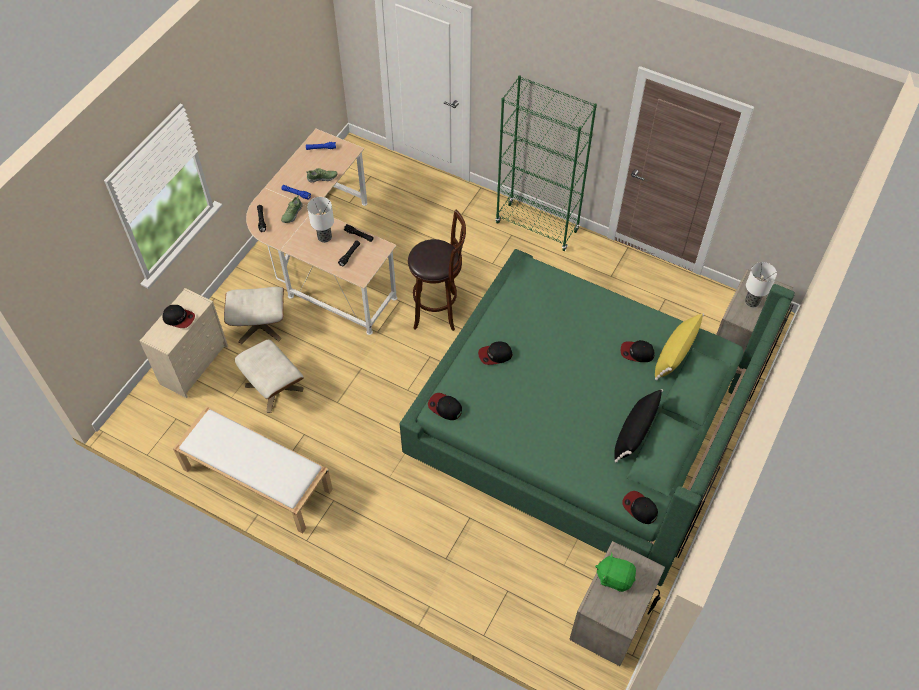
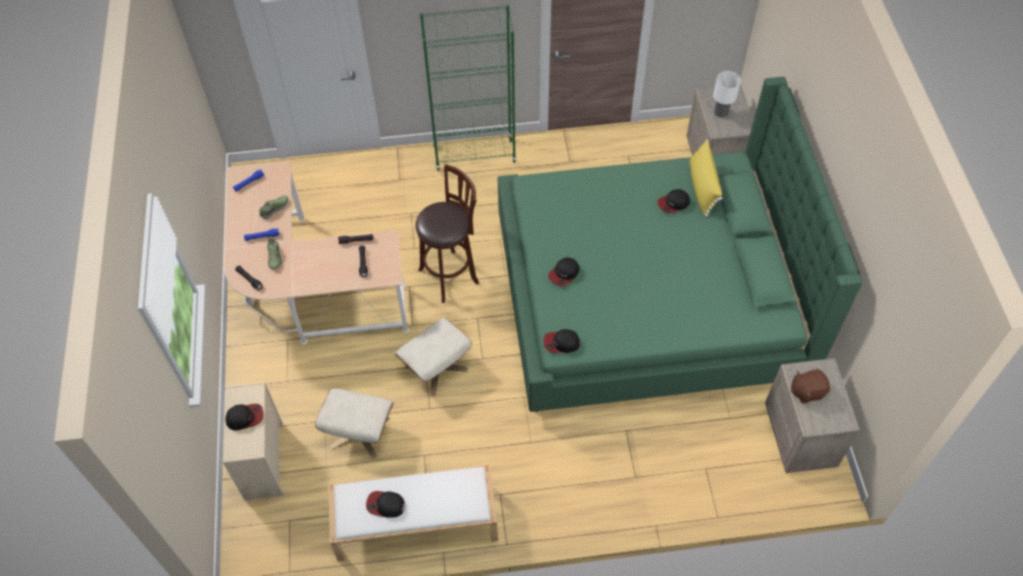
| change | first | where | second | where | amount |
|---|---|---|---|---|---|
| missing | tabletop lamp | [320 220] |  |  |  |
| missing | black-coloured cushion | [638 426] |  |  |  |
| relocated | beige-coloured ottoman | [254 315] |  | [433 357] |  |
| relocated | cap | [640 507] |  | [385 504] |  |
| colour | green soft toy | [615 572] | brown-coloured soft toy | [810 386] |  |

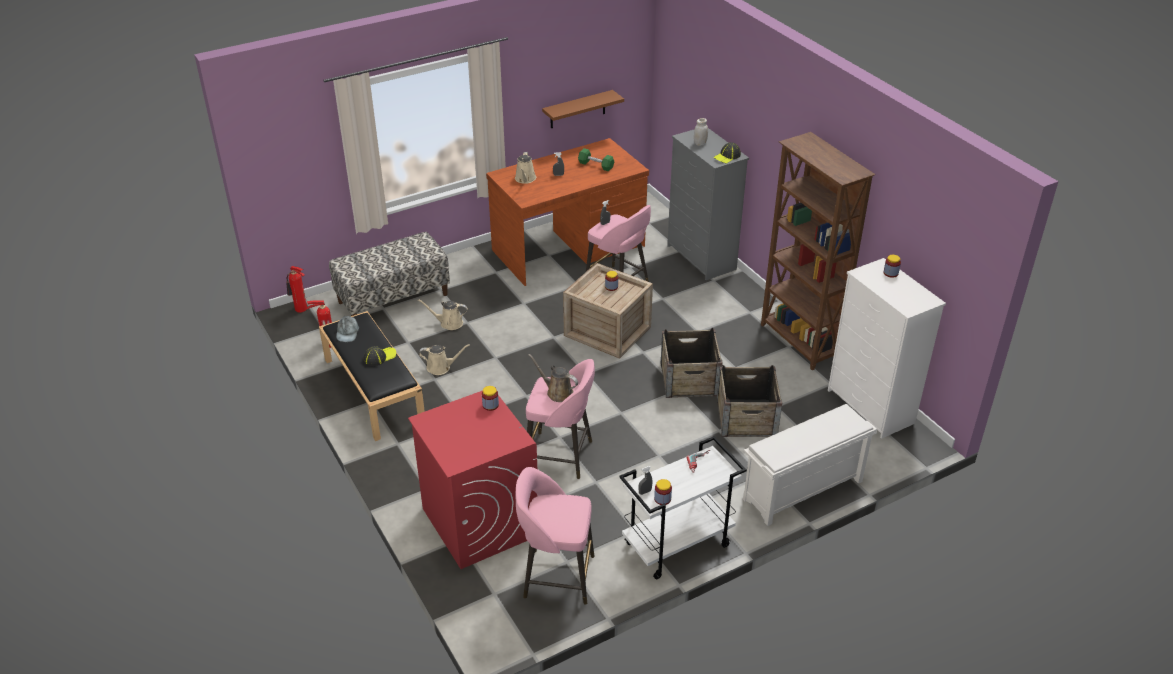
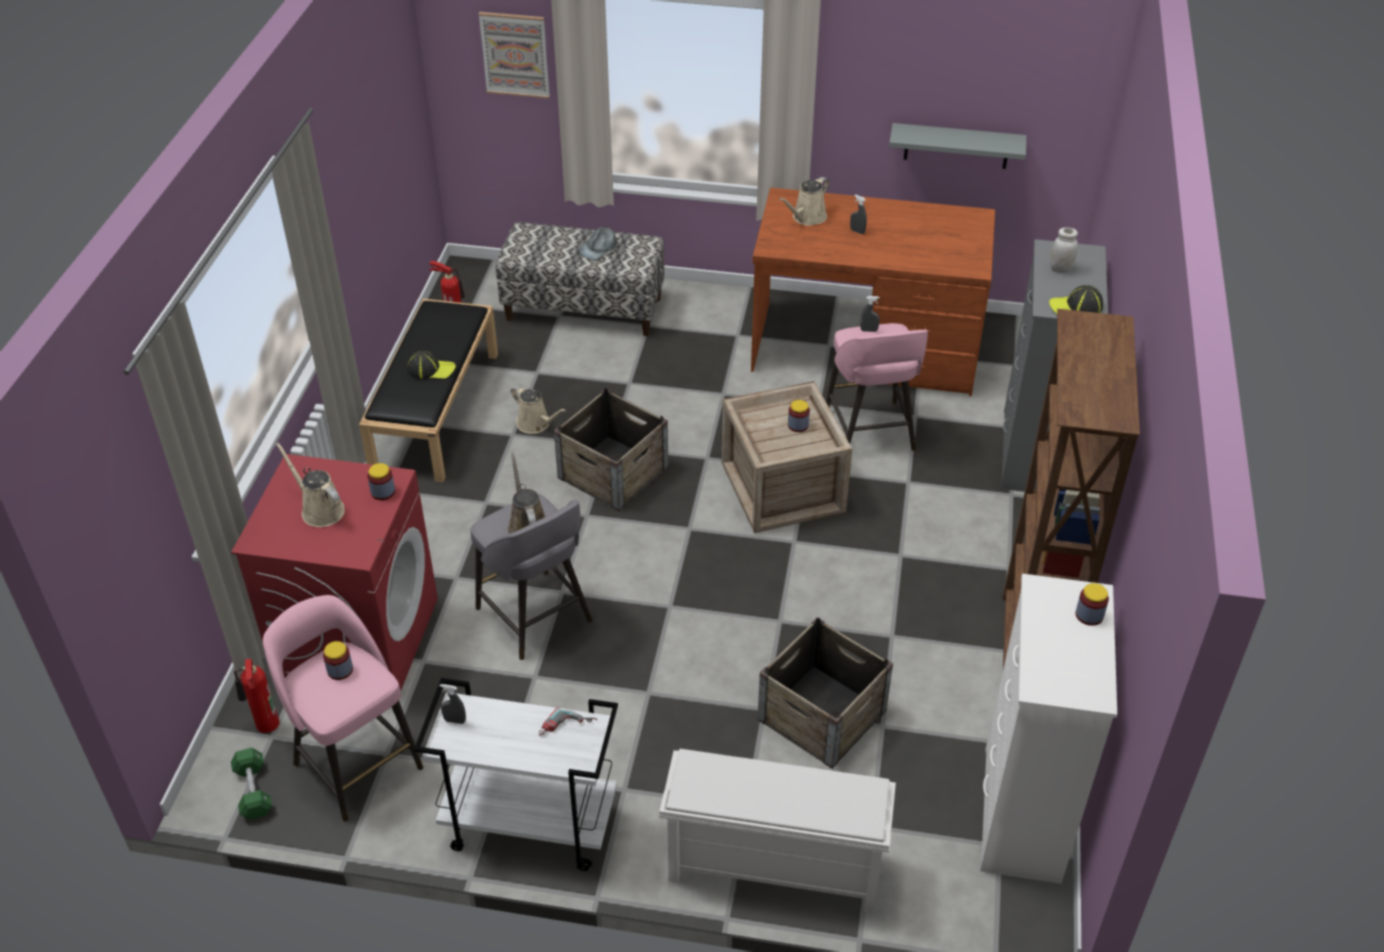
| change | first | where | second | where | amount |
|---|---|---|---|---|---|
| appeared |  |  | picture | [514 55] |  |
| relocated | fire-fighting cylinder | [296 289] |  | [256 696] |  |
| relocated | grey cap | [347 329] |  | [598 243] |  |
| relocated | beige-coloured sprinkling can | [443 314] |  | [310 485] |  |
| relocated | green hand weight | [596 159] |  | [251 784] |  |
| relocated | jar | [663 492] |  | [338 660] |  |
| relocated | packing crate | [692 363] |  | [611 449] |  |
| colour | pink-coloured sitting stool | [560 419] | grey sitting stool | [531 577] |  |
| colour | brown-coloured shelf | [583 109] | grey shelf | [958 146] |  |

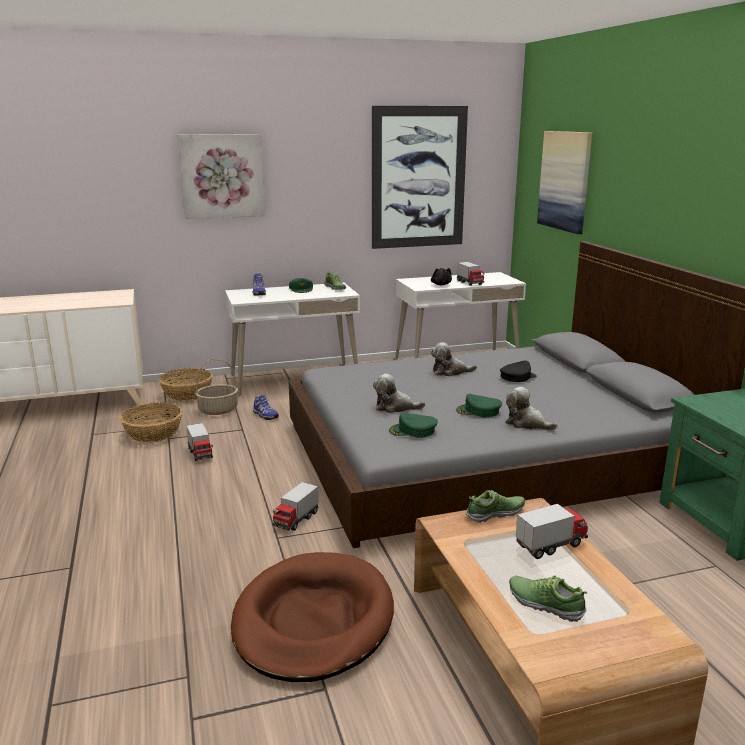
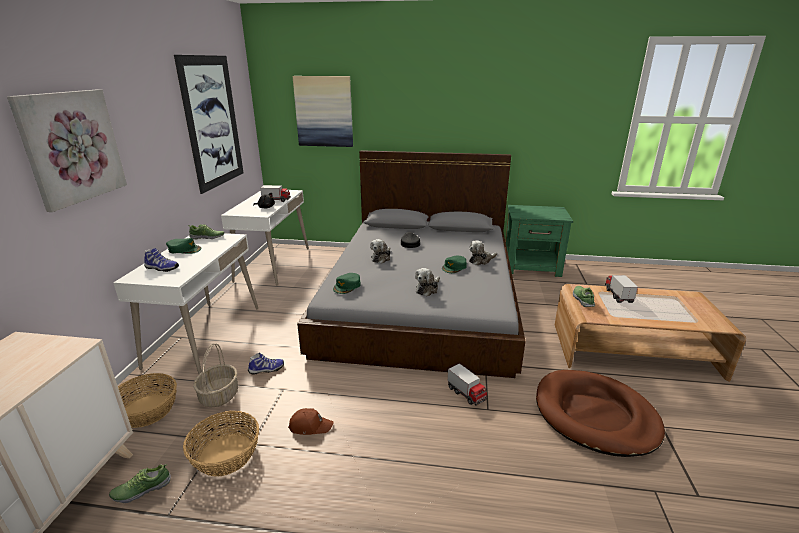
| change | first | where | second | where | amount |
|---|---|---|---|---|---|
| relocated | green cap | [413 425] |  | [347 283] |  |
| relocated | shoe | [548 598] |  | [140 483] |  |
| exchanged | toy truck | [199 442] | brown-coloured cap | [310 421] |  |

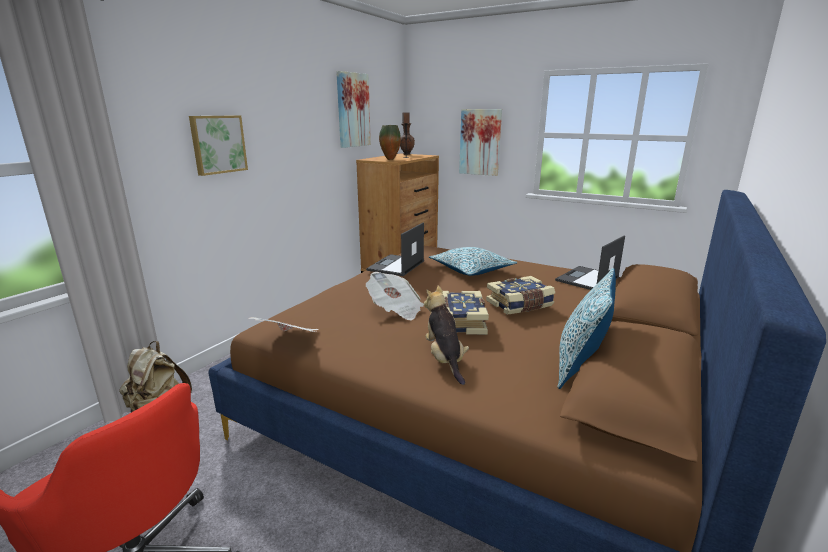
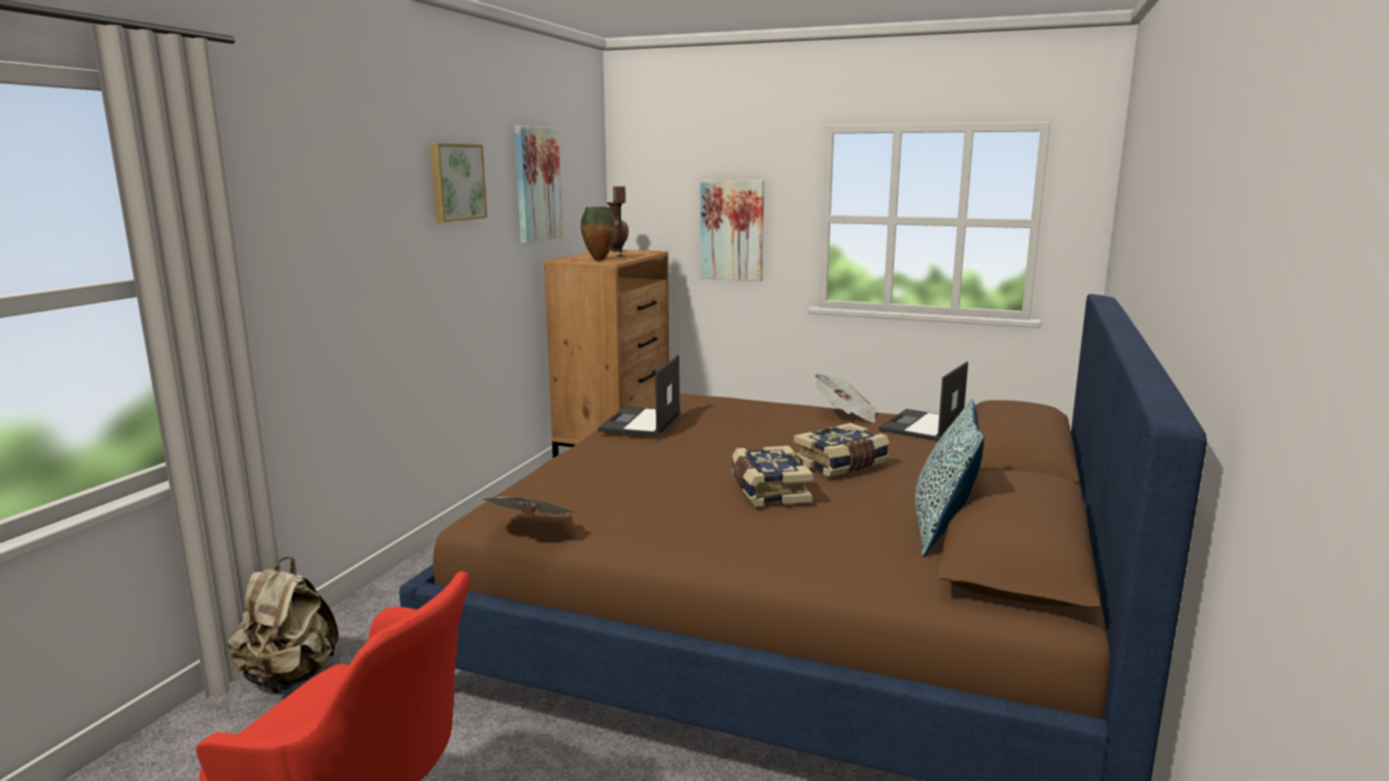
| change | first | where | second | where | amount |
|---|---|---|---|---|---|
| missing | soft toy | [446 335] |  |  |  |
| missing | cushion | [473 261] |  |  |  |
| relocated | picture | [218 145] |  | [458 183] |  |
| relocated | newspaper | [395 296] |  | [845 398] |  |

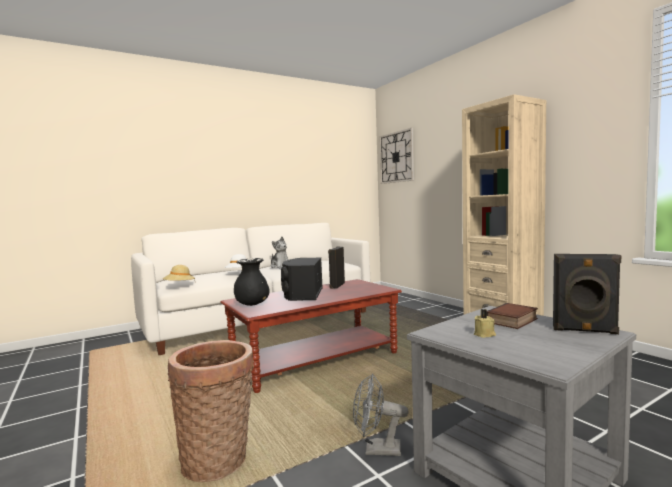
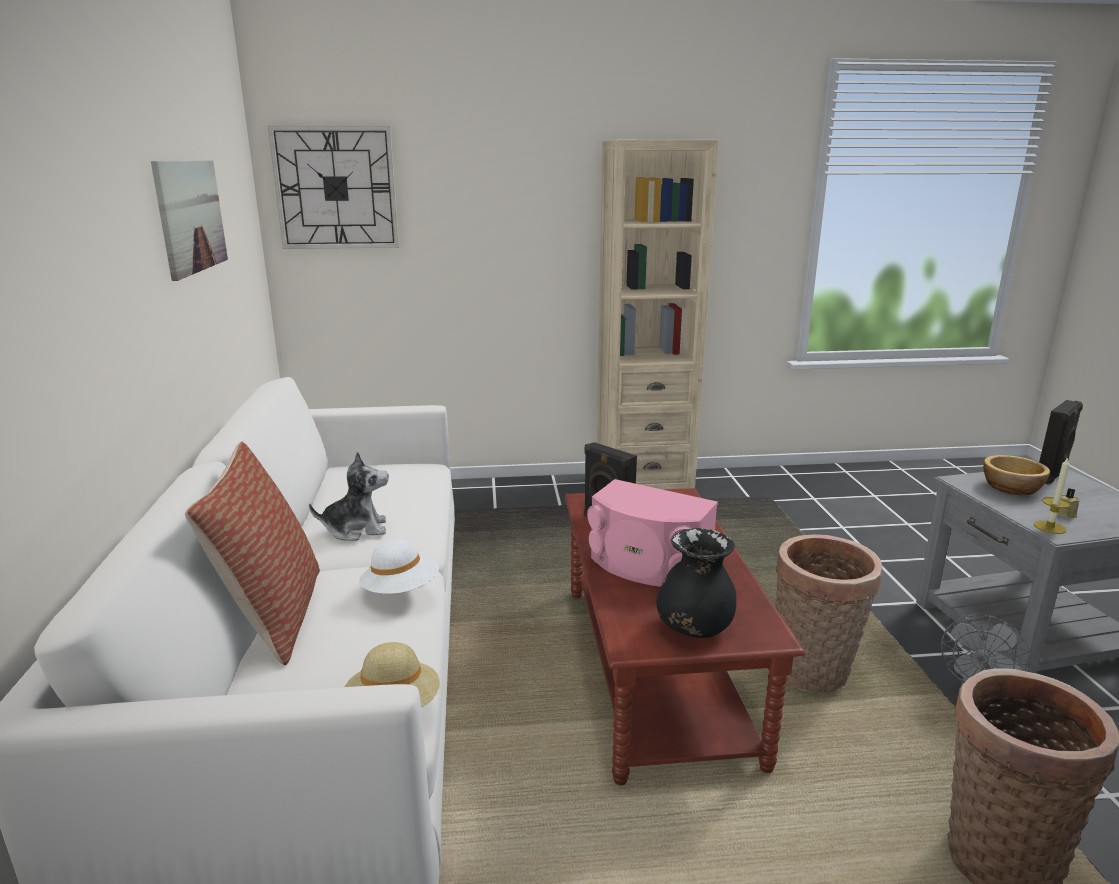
| change | first | where | second | where | amount |
|---|---|---|---|---|---|
| appeared |  |  | picture | [189 220] |  |
| appeared |  |  | cushion | [252 554] |  |
| appeared |  |  | storage basket | [829 613] |  |
| appeared |  |  | wax light | [1052 495] |  |
| exchanged | book | [512 316] | deep dish | [1016 475] |  |
| colour | black-coloured speaker | [302 279] | pink-coloured speaker | [652 533] |  |

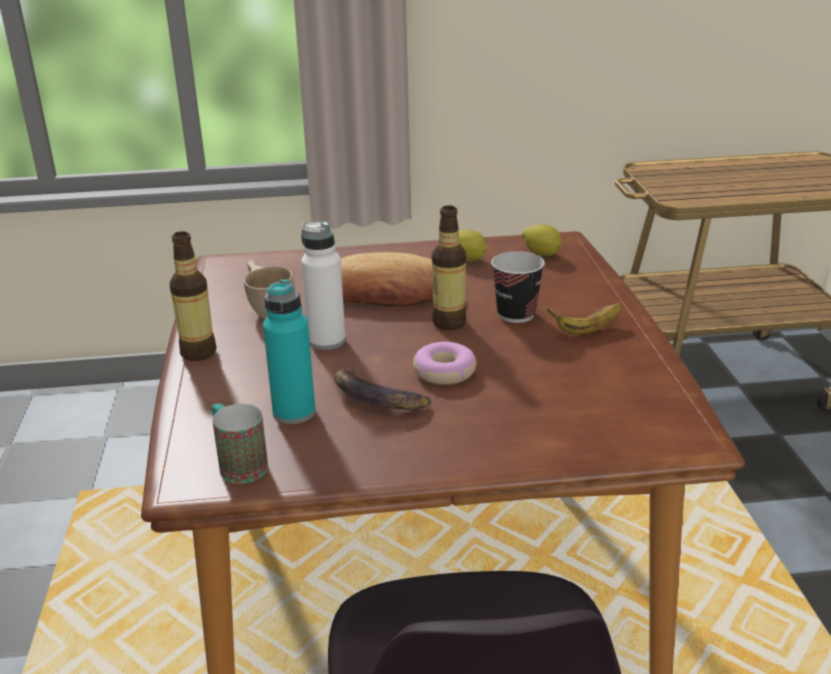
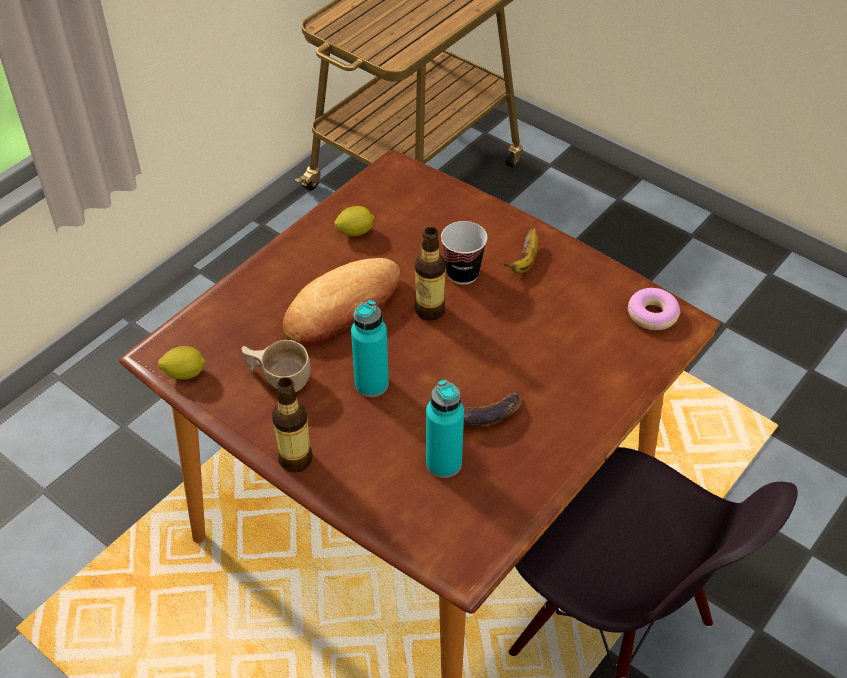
| change | first | where | second | where | amount |
|---|---|---|---|---|---|
| missing | mug | [240 443] |  |  |  |
| relocated | donut | [444 363] |  | [654 309] |  |
| relocated | lemon | [541 240] |  | [182 363] |  |
| colour | whitish bottle | [323 285] | turquoise bottle | [370 348] |  |

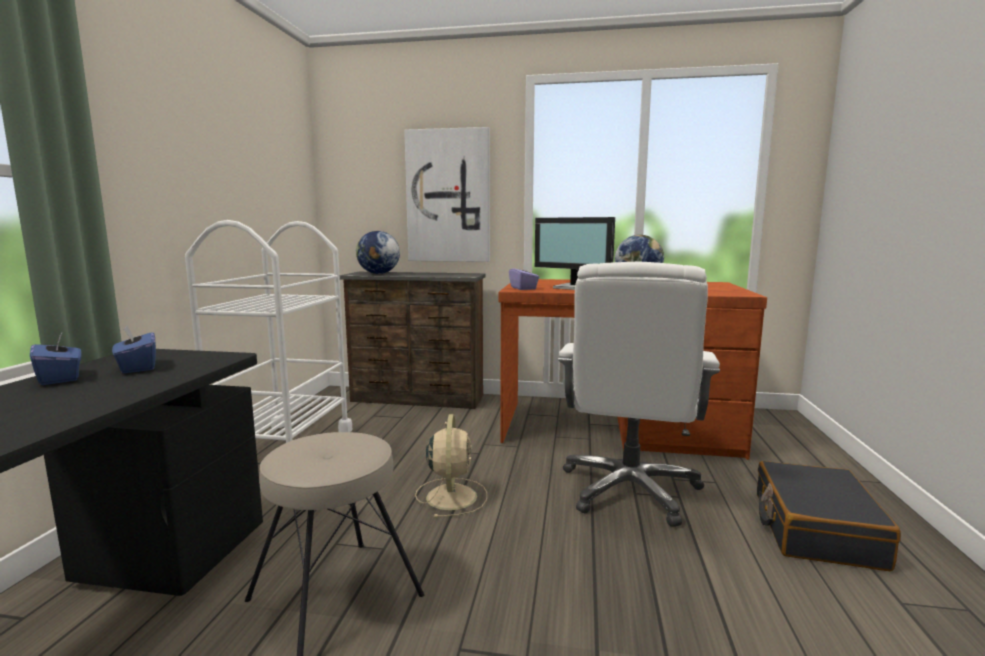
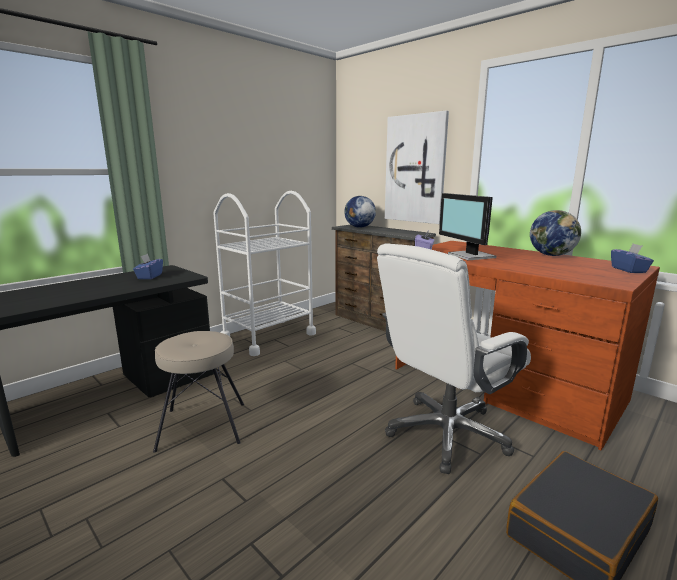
| change | first | where | second | where | amount |
|---|---|---|---|---|---|
| missing | beige-coloured cooling fan | [451 466] |  |  |  |
| relocated | bluish tissue holder | [55 358] |  | [632 258] |  |

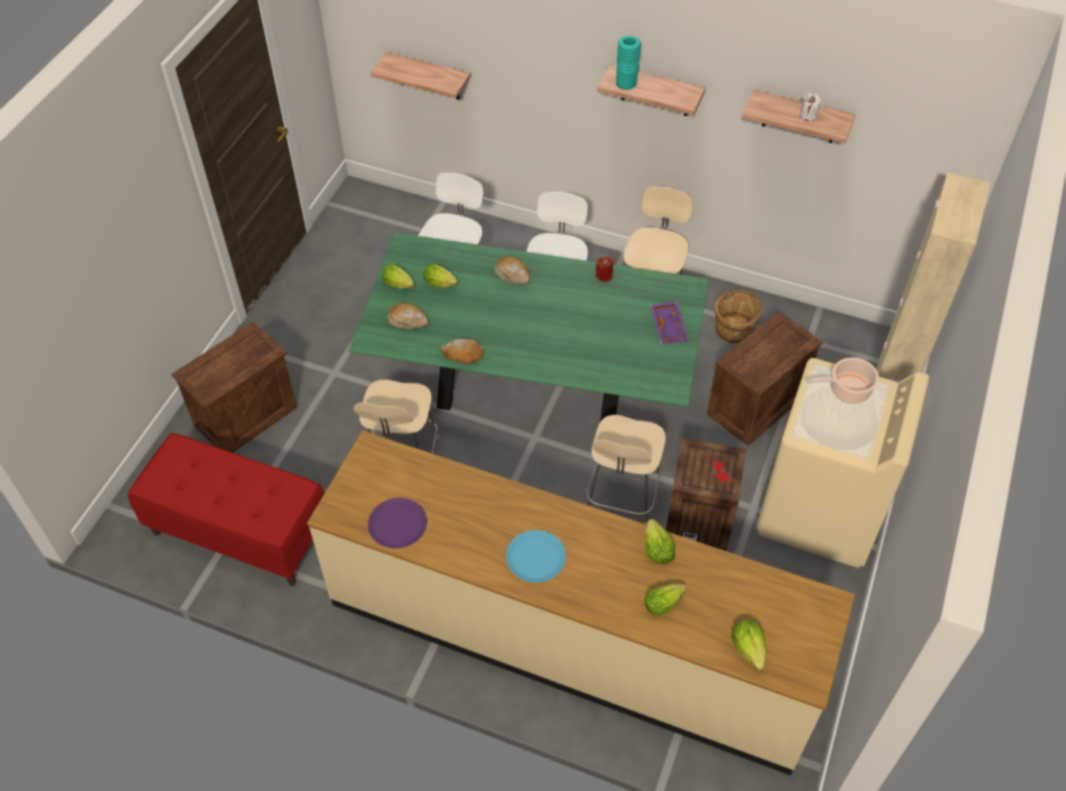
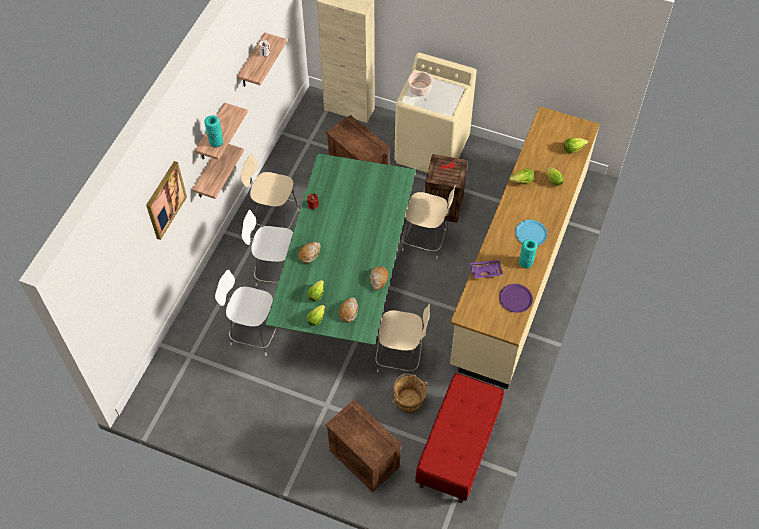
| change | first | where | second | where | amount |
|---|---|---|---|---|---|
| appeared |  |  | picture | [166 200] |  |
| appeared |  |  | turquoise flower vase | [528 253] |  |
| relocated | shelf | [421 76] |  | [218 171] |  |
| relocated | purple serving tray | [669 323] |  | [487 269] |  |
| relocated | brown-coloured pail | [739 317] |  | [409 393] |  |

